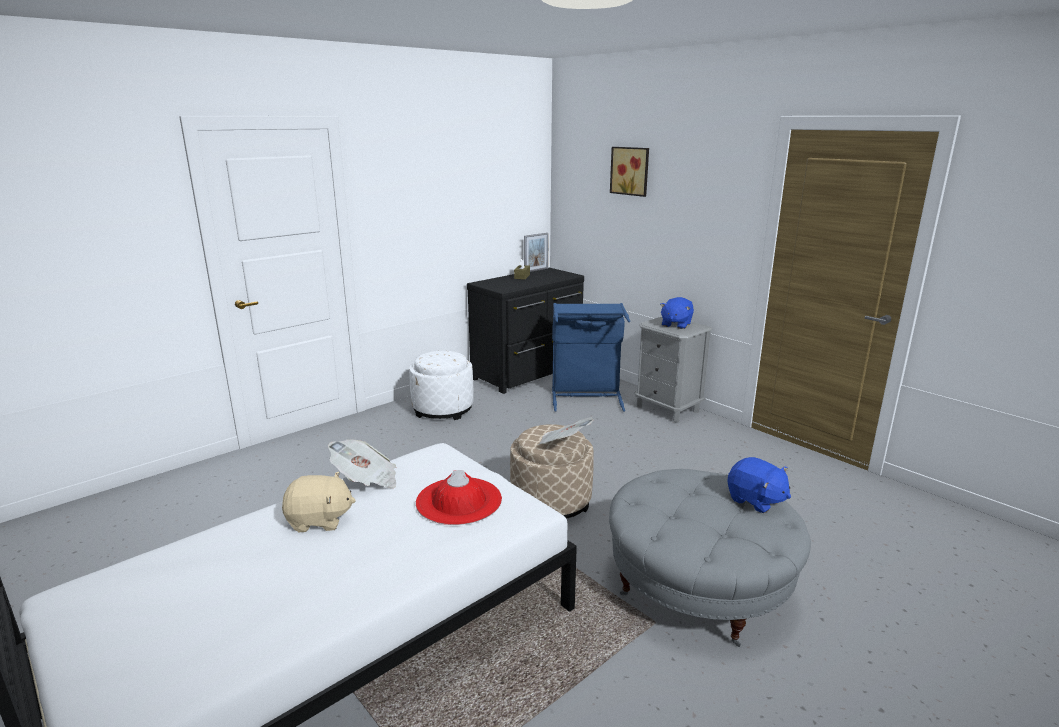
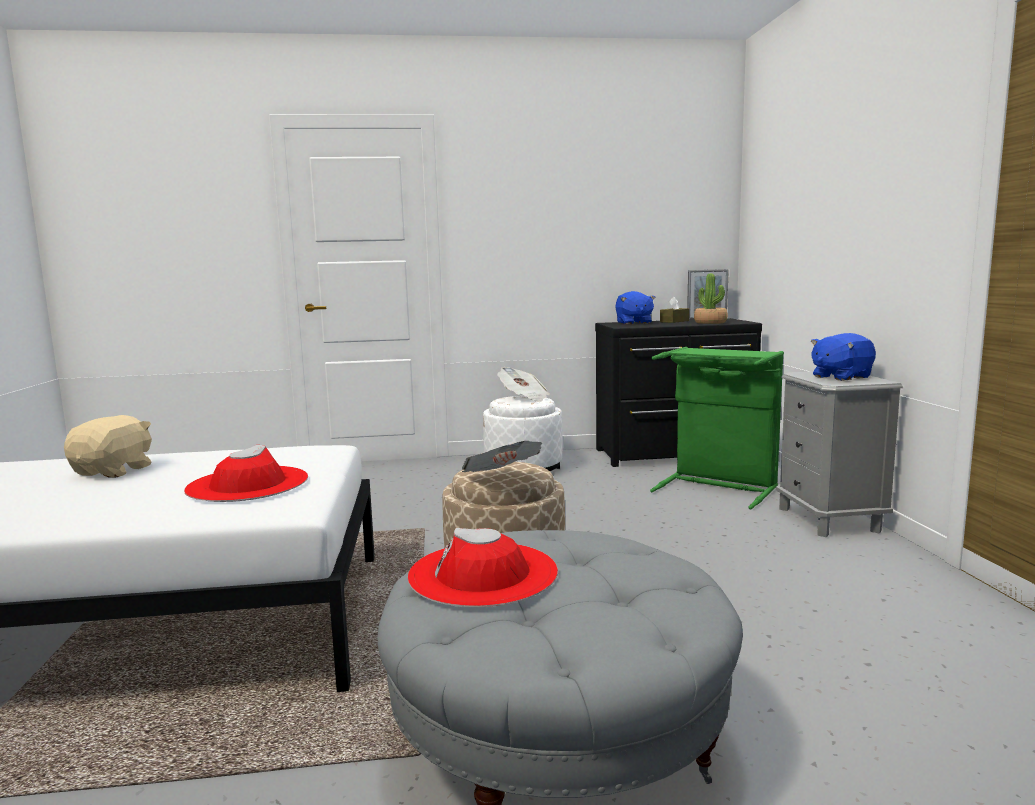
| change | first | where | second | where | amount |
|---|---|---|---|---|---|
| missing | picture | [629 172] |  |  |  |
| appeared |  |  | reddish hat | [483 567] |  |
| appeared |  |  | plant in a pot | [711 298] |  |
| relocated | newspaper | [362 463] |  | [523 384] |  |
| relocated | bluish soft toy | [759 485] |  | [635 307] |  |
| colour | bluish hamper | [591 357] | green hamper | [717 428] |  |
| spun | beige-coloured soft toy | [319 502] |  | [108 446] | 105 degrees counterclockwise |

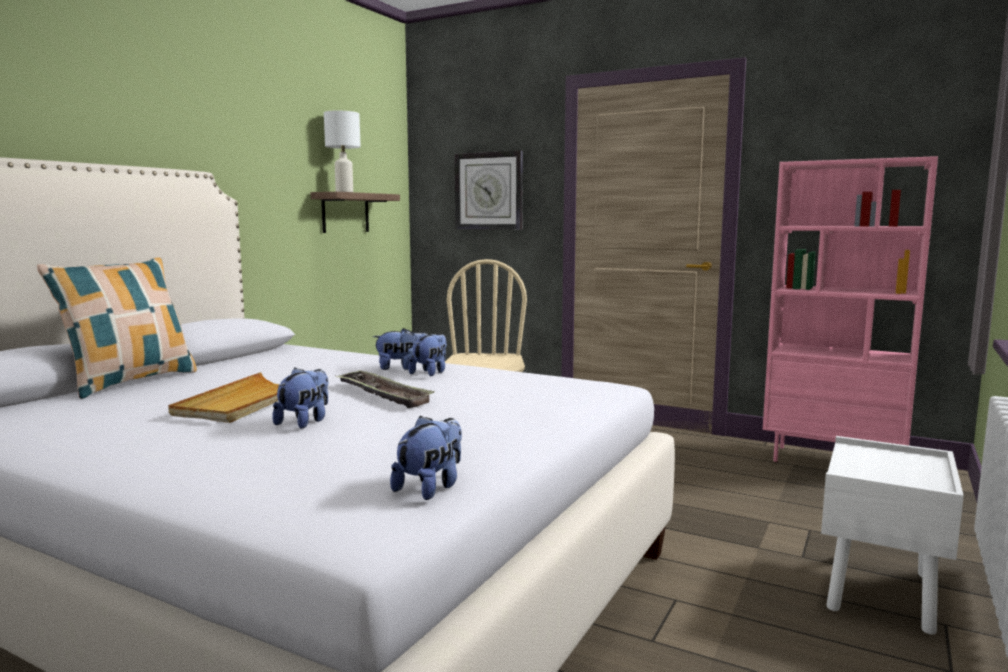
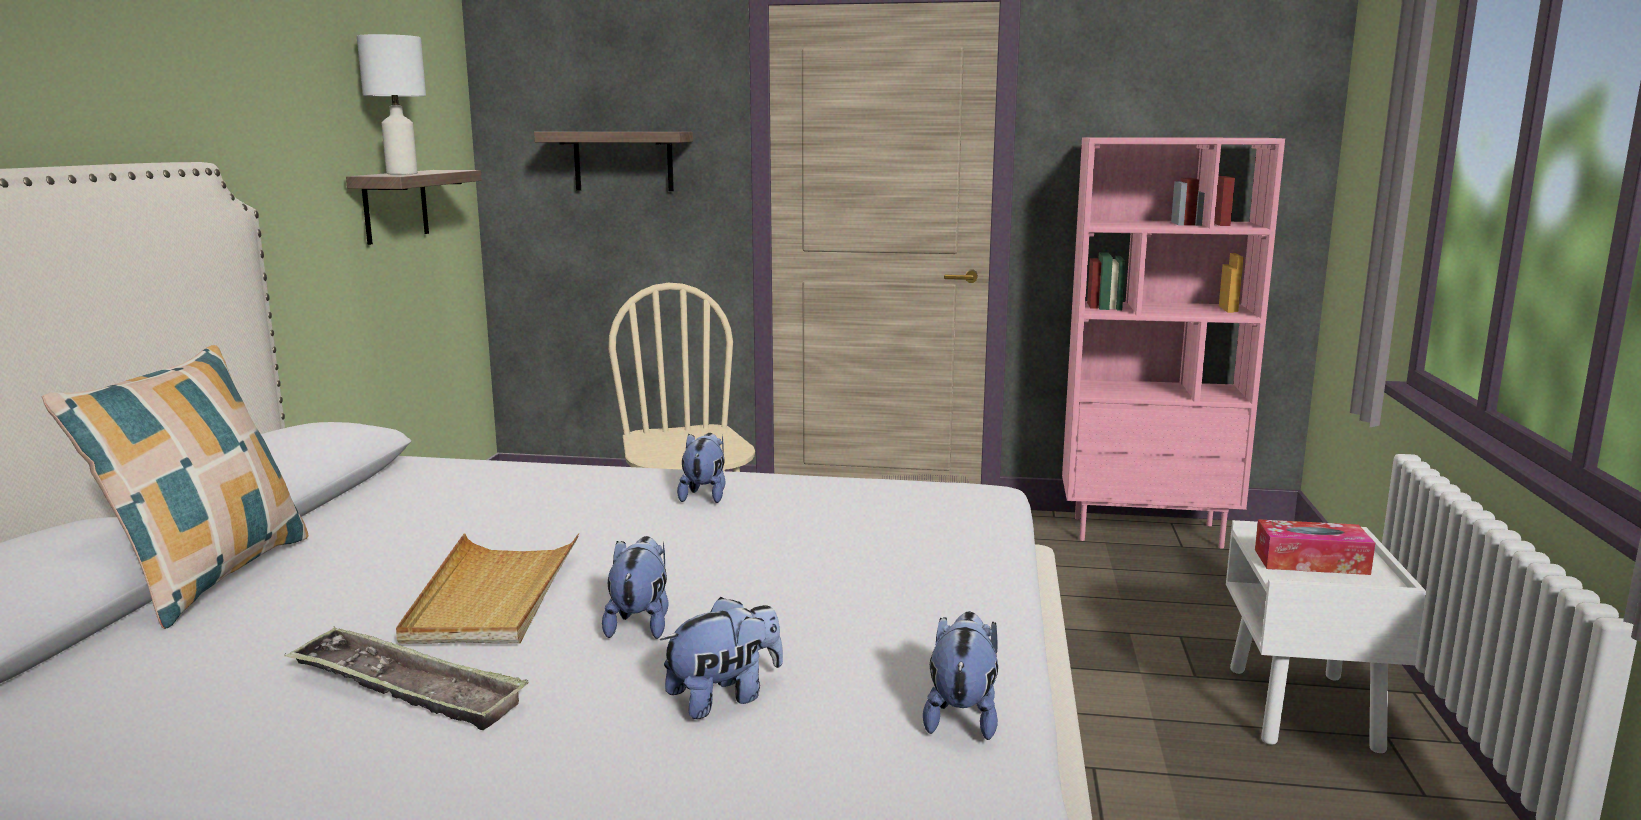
| change | first | where | second | where | amount |
|---|---|---|---|---|---|
| appeared |  |  | tissue holder | [1315 547] |  |
| relocated | serving tray | [385 389] |  | [407 678] |  |
| relocated | soft toy | [397 349] |  | [721 658] |  |
| exchanged | clock on the wall | [489 190] | shelf | [613 161] |  |

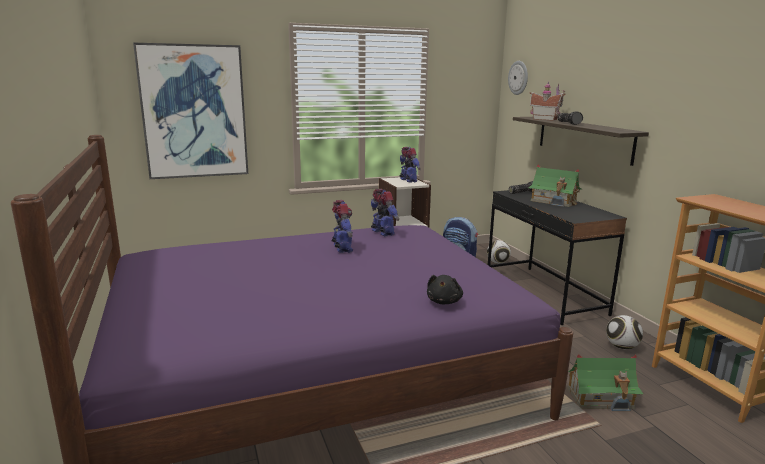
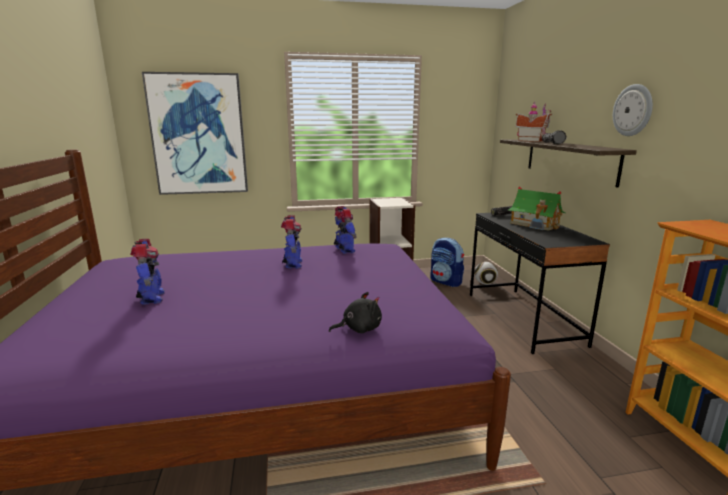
| change | first | where | second | where | amount |
|---|---|---|---|---|---|
| missing | model house | [605 382] |  |  |  |
| missing | ball for football | [624 332] |  |  |  |
| relocated | robot figure | [410 165] |  | [147 272] |  |
| relocated | clock on the wall | [518 78] |  | [633 110] |  |
| spun | black-coloured soft toy | [445 289] |  | [355 312] | 135 degrees counterclockwise |

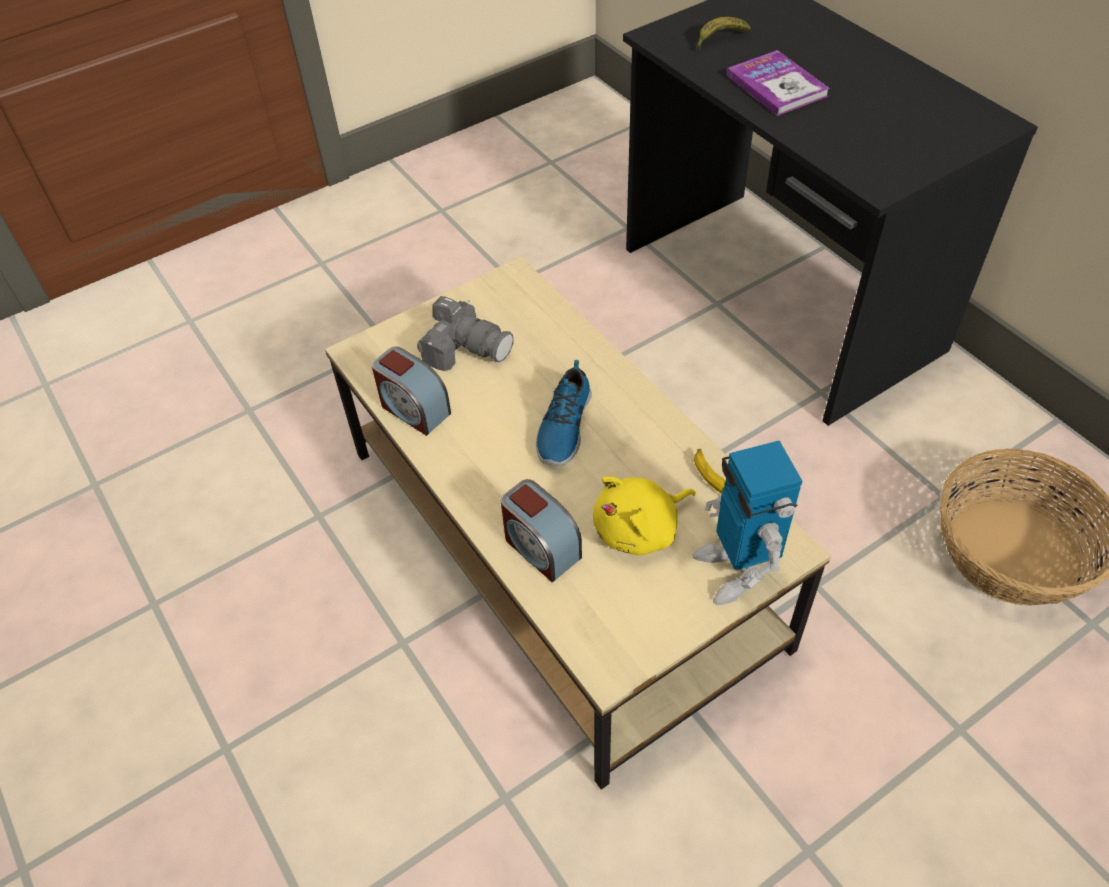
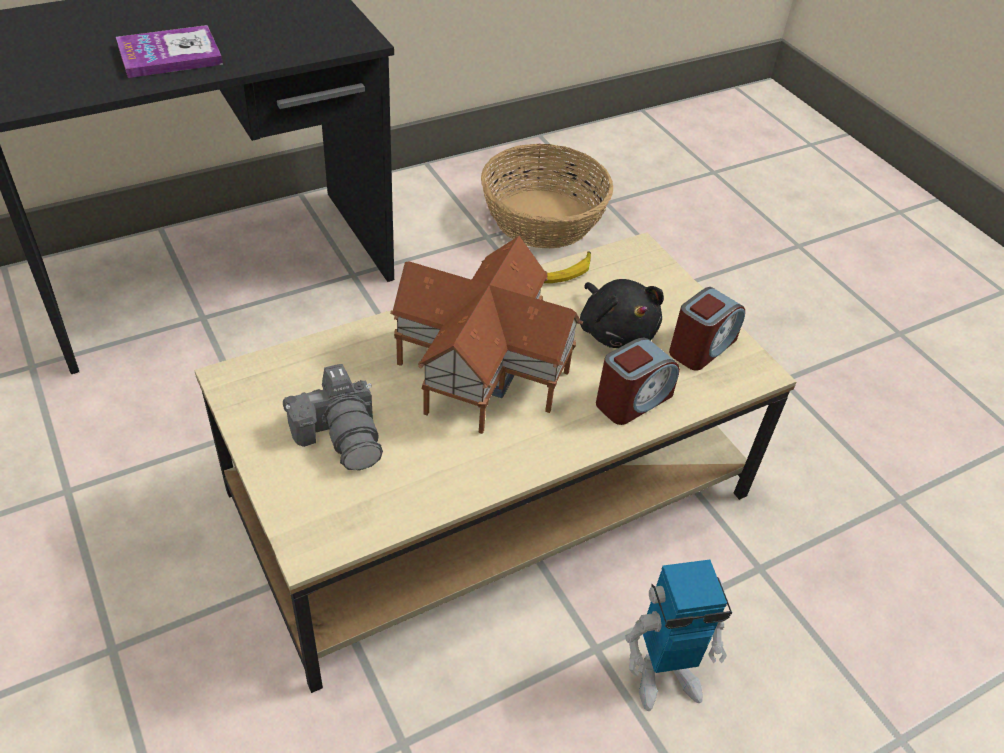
| change | first | where | second | where | amount |
|---|---|---|---|---|---|
| missing | banana fruit | [724 34] |  |  |  |
| relocated | table clock | [411 391] |  | [707 328] |  |
| relocated | robot figure | [747 522] |  | [678 635] |  |
| exchanged | shoe | [564 413] | model house | [486 335] |  |
| colour | yellow-coloured soft toy | [644 515] | black-coloured soft toy | [622 313] |  |
| spun | photo camera | [465 333] |  | [333 417] | 120 degrees clockwise |

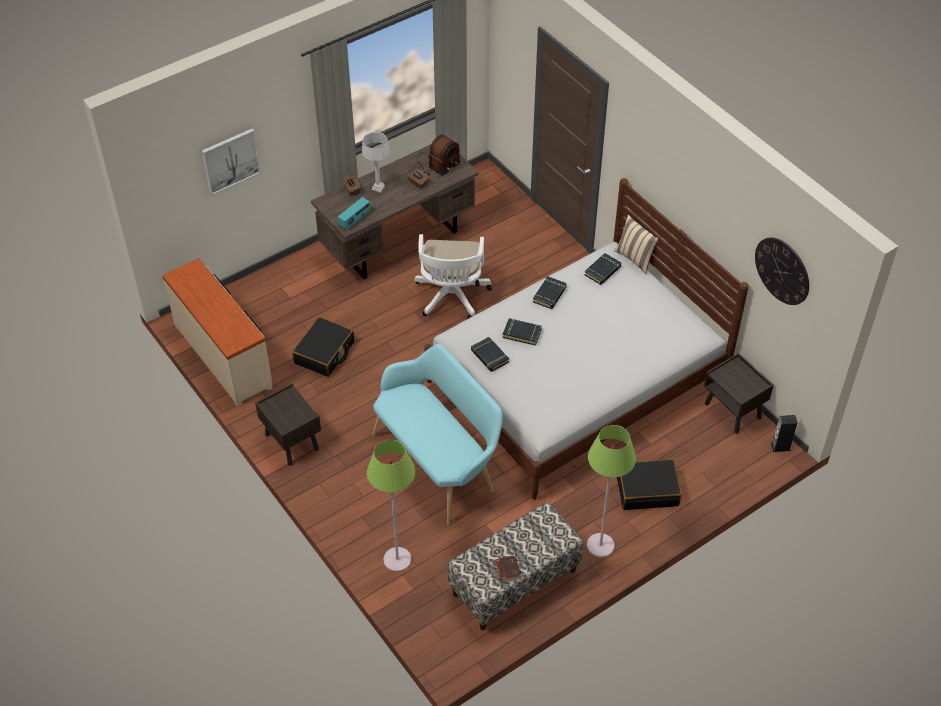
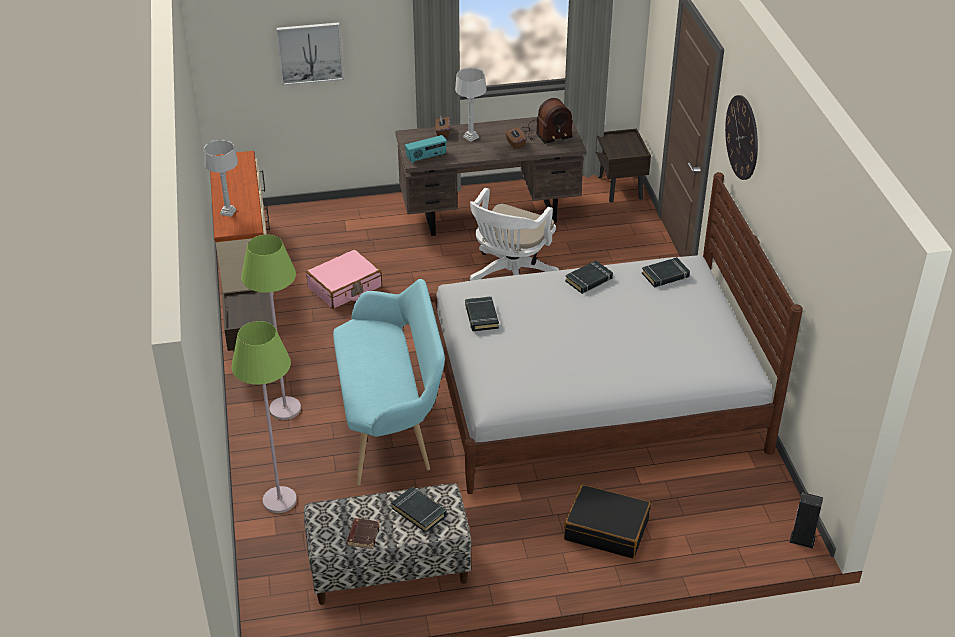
| change | first | where | second | where | amount |
|---|---|---|---|---|---|
| missing | beige-coloured cushion | [636 244] |  |  |  |
| appeared |  |  | grey tabletop lamp | [220 178] |  |
| relocated | black-coloured book | [522 332] |  | [419 510] |  |
| relocated | green standard lamp | [611 491] |  | [271 327] |  |
| relocated | brown-coloured nightstand | [739 393] |  | [623 165] |  |
| relocated | clock on the wall | [782 271] |  | [741 137] |  |
| colour | black-coloured suitcase | [323 347] | pink-coloured suitcase | [344 279] |  |

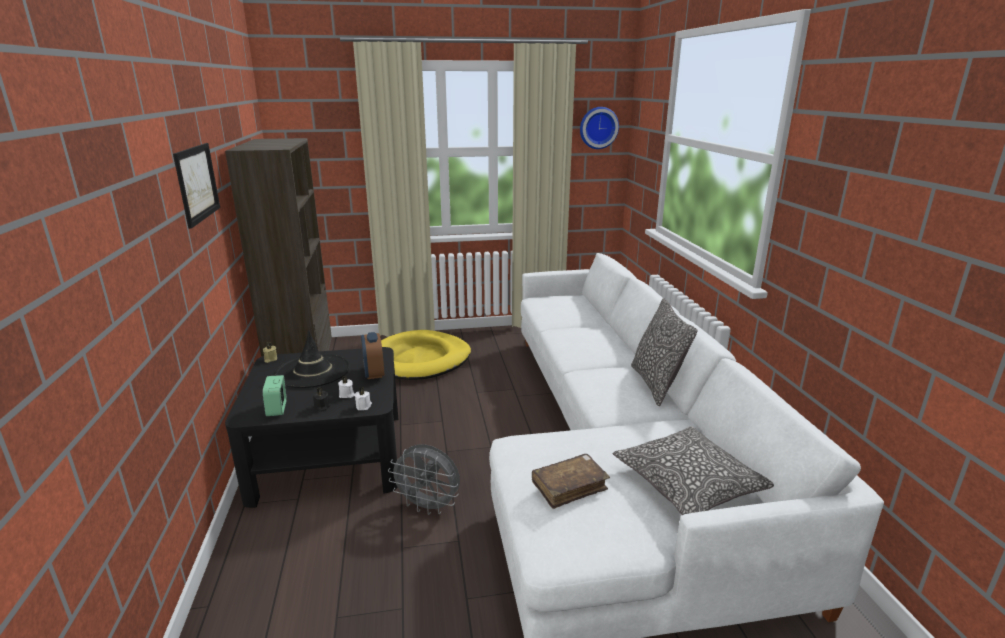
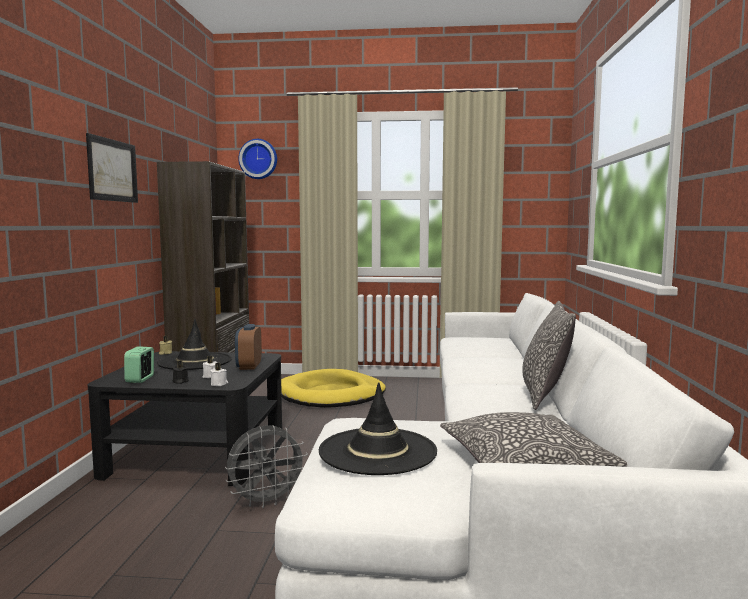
| change | first | where | second | where | amount |
|---|---|---|---|---|---|
| relocated | clock on the wall | [599 128] |  | [257 159] |  |
| exchanged | brown-coloured book | [571 481] | black-coloured hat | [378 428] |  |
| spun | grey cooling fan | [424 479] |  | [266 466] | 60 degrees counterclockwise |

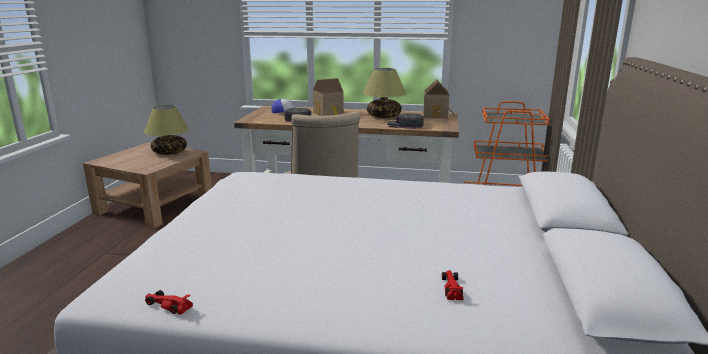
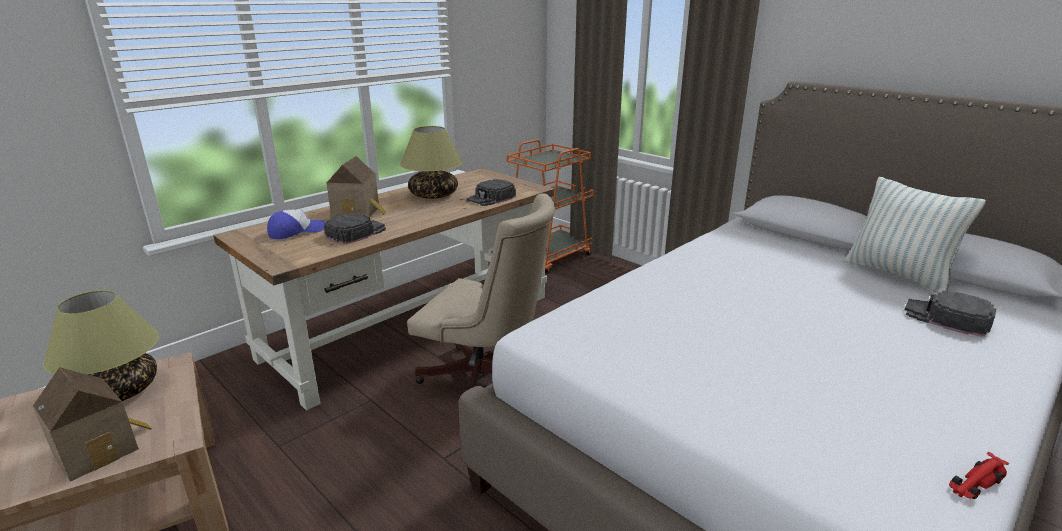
| change | first | where | second | where | amount |
|---|---|---|---|---|---|
| appeared |  |  | cushion | [915 235] |  |
| relocated | model house | [439 98] |  | [92 424] |  |
| exchanged | reddish miniature car | [452 285] | black-coloured cap | [950 313] |  |

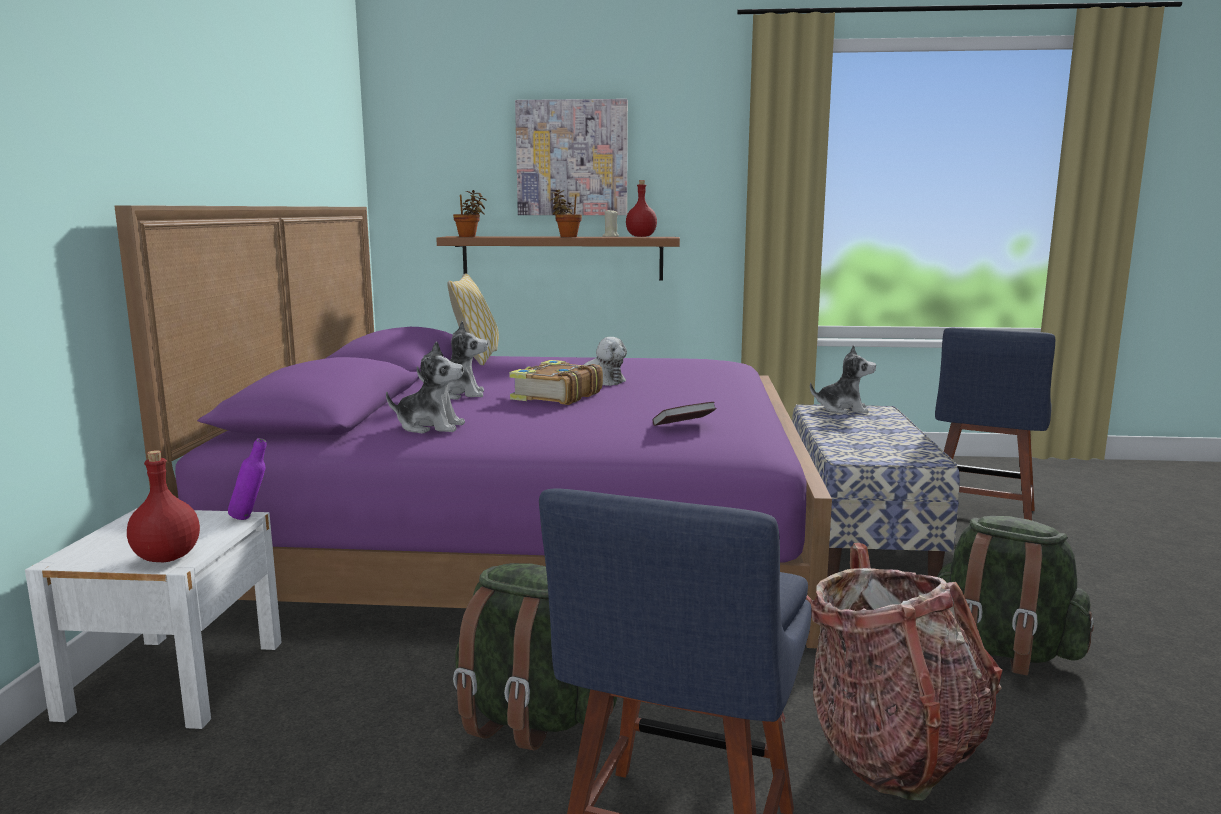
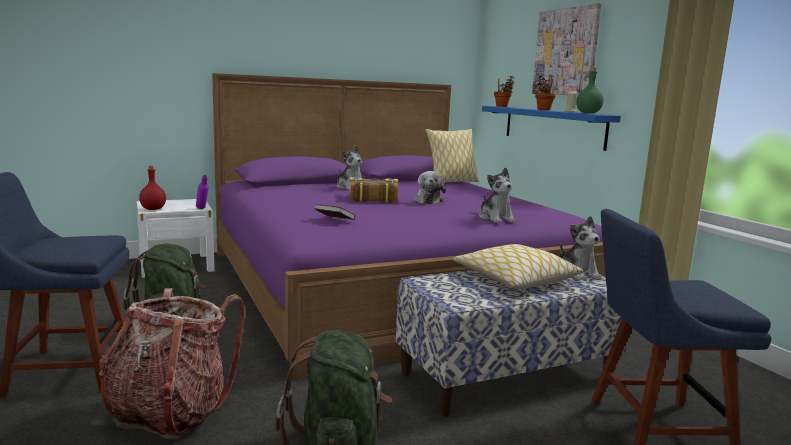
| change | first | where | second | where | amount |
|---|---|---|---|---|---|
| appeared |  |  | cushion | [518 266] |  |
| relocated | soft toy | [425 387] |  | [497 195] |  |
| colour | brown-coloured shelf | [558 258] | bluish shelf | [551 128] |  |
| colour | reddish bottle | [641 208] | green bottle | [589 90] |  |

